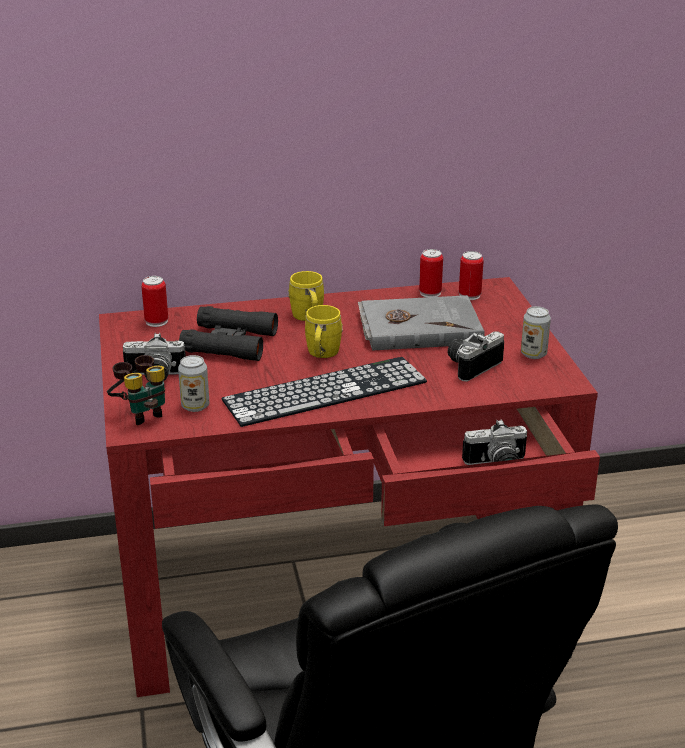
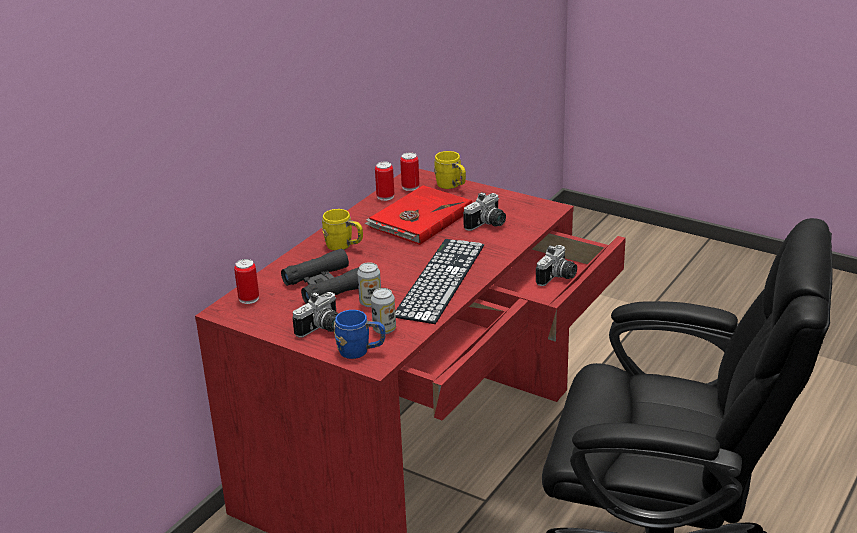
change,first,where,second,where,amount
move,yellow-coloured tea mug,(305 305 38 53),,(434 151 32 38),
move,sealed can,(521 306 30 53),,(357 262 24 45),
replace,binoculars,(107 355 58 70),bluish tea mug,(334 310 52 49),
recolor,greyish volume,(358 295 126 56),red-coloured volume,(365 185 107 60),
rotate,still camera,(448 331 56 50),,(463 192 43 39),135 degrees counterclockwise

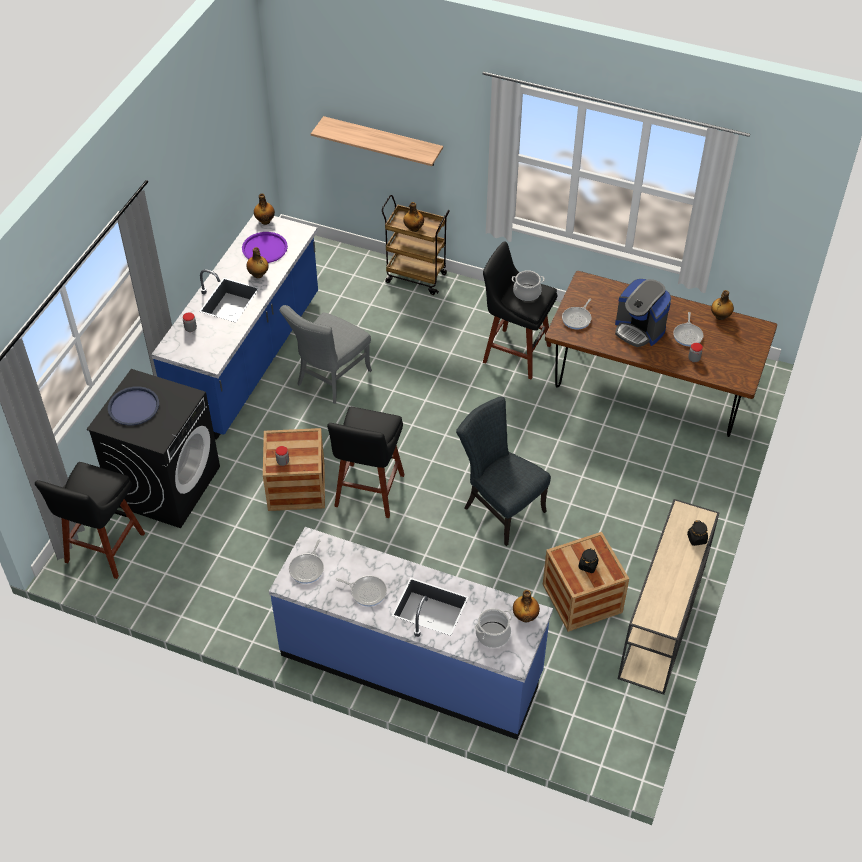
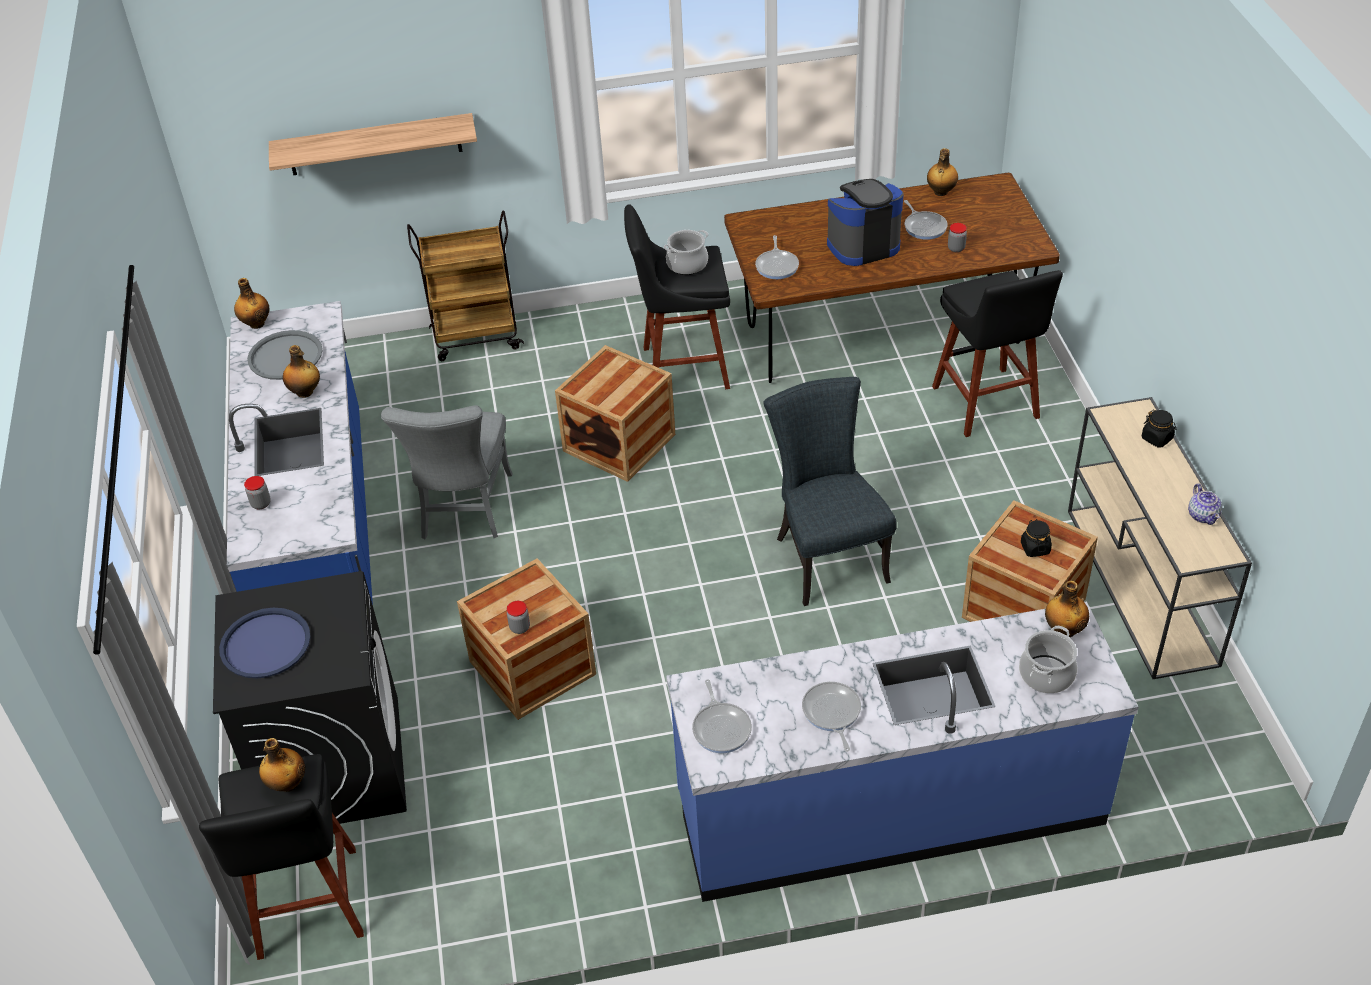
change,first,where,second,where,amount
insert,,,packing crate,(555 345 120 137),
insert,,,teapot,(1188 483 34 42),
move,black-coloured stool,(327 407 78 111),,(932 270 131 167),
move,beverage bottle,(403 202 21 30),,(259 738 46 54),
recolor,purple-coloured tray,(242 232 46 31),greyish tray,(247 330 75 50),
rotate,skillet,(336 576 51 31),,(802 682 59 70),90 degrees counterclockwise
rotate,greyish chair,(456 396 95 150),,(763 377 134 229),60 degrees clockwise
rotate,coffee maker,(615 279 56 68),,(827 179 77 87),150 degrees clockwise

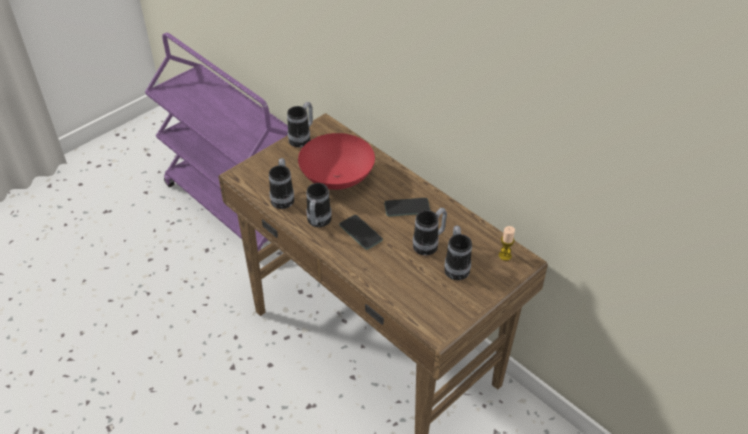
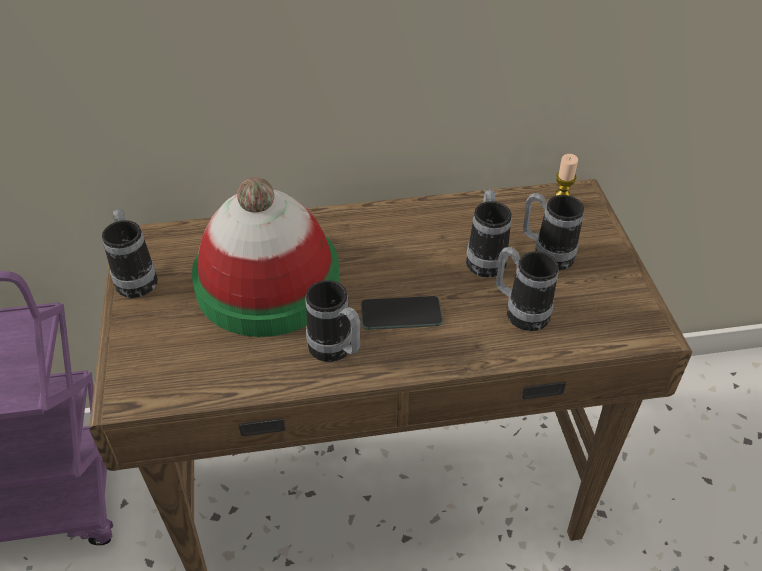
change,first,where,second,where,amount
delete,phone,(384 198 46 19),,,
move,tea mug,(269 158 25 51),,(496 247 63 84),
replace,red-coloured bowl,(298 133 77 57),hat,(192 177 148 160),

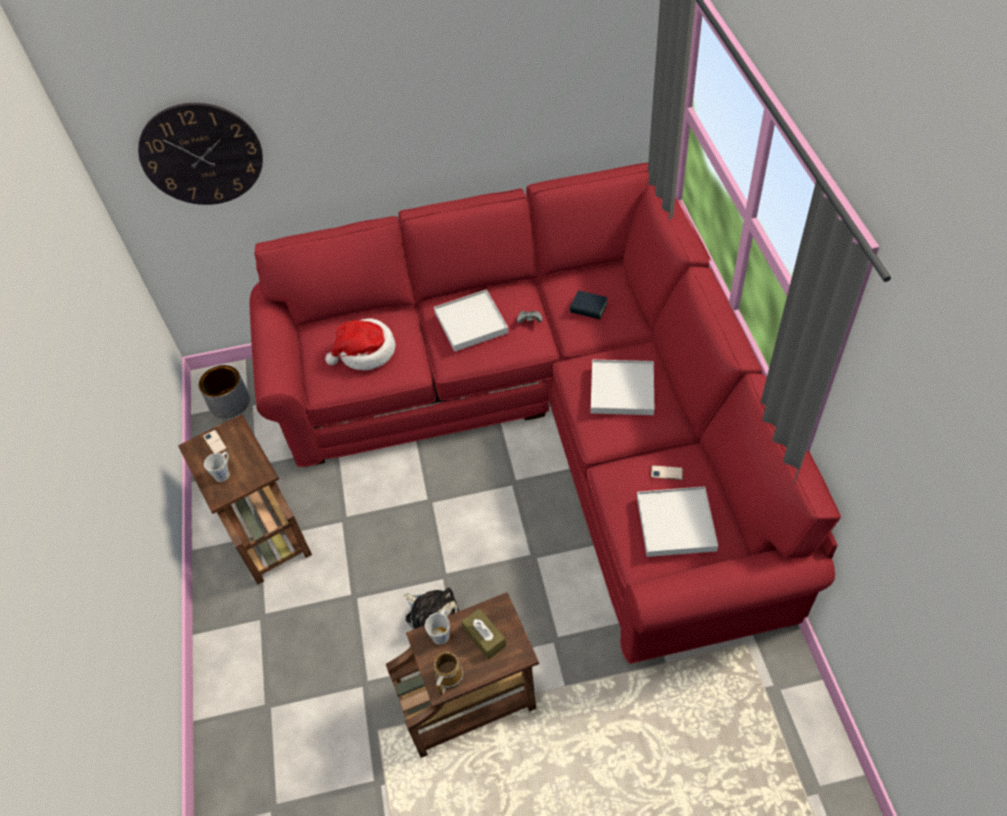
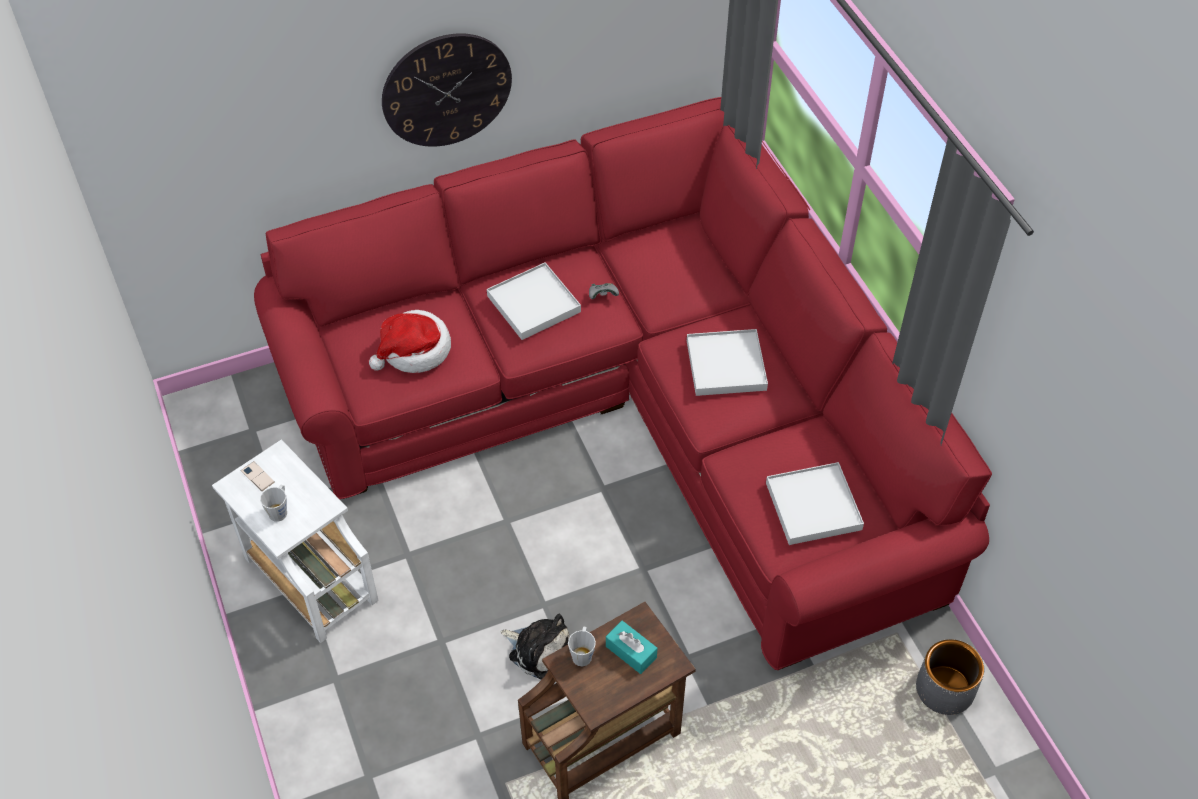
change,first,where,second,where,amount
delete,tea mug,(434 652 29 44),,,
delete,volume,(570 291 38 28),,,
delete,phone,(651 465 32 15),,,
move,wall clock,(138 103 125 102),,(382 33 130 114),
move,greyish planter,(199 365 51 54),,(916 639 68 76),
recolor,brown end table,(178 414 134 170),white end table,(212 440 167 203),
recolor,brown box of tissues,(462 608 44 52),turquoise-coloured box of tissues,(606 621 51 53),

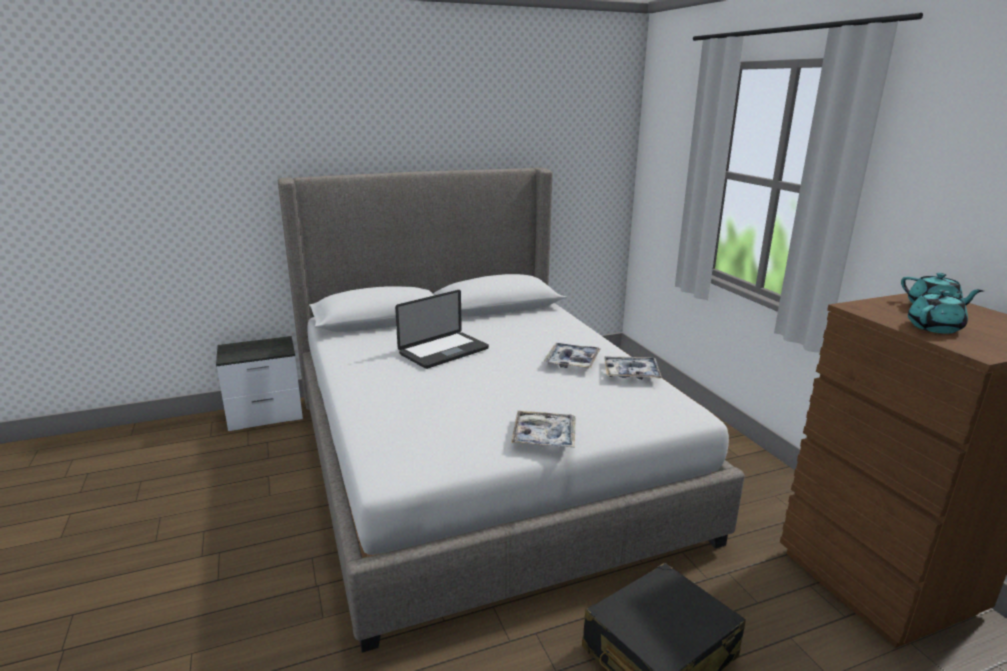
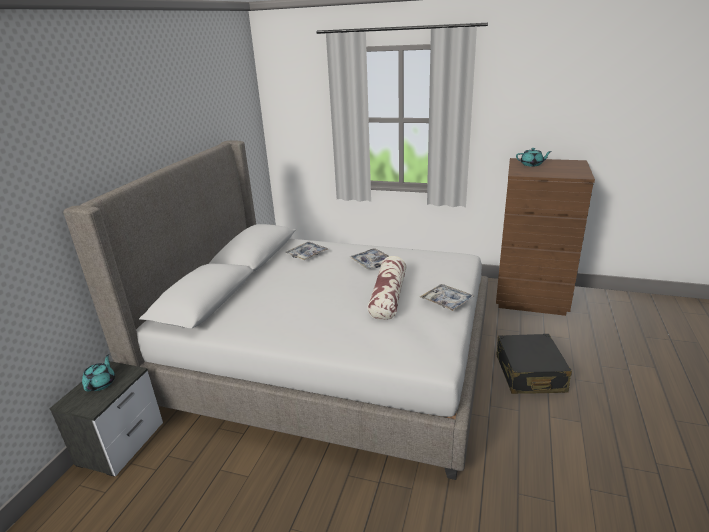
change,first,where,second,where,amount
delete,notebook computer,(395 290 94 79),,,
insert,,,cushion,(367 256 39 64),
move,tray,(604 356 58 24),,(286 242 42 18),
move,turquoise-coloured teapot,(908 290 60 44),,(82 354 33 38),

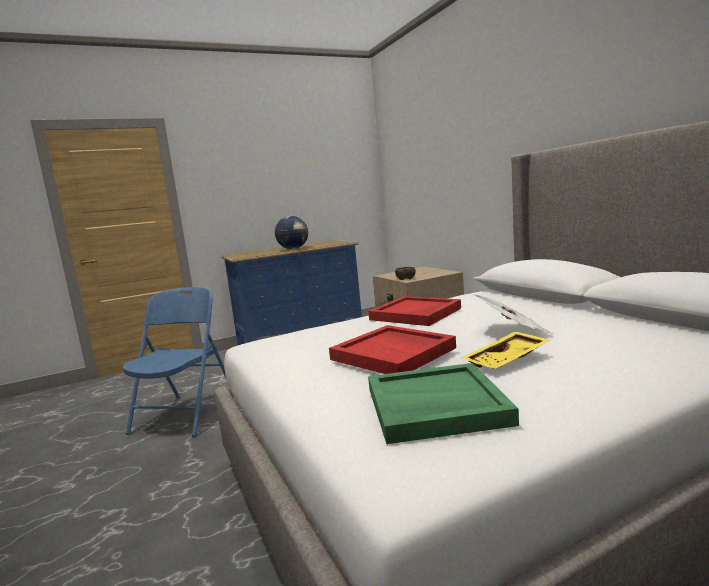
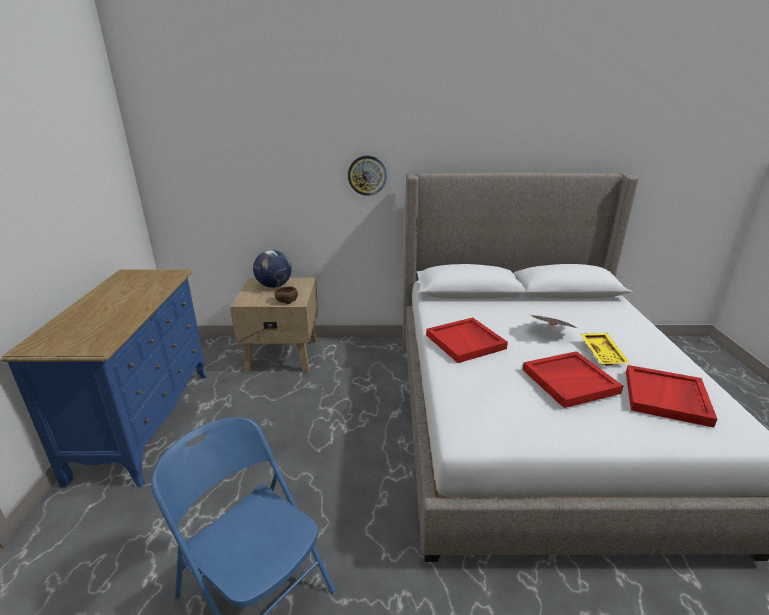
change,first,where,second,where,amount
insert,,,wall clock,(348 156 39 40),
move,globe,(275 216 33 33),,(253 250 39 38),
recolor,greenish tray,(368 363 151 81),red-coloured tray,(626 365 91 62),

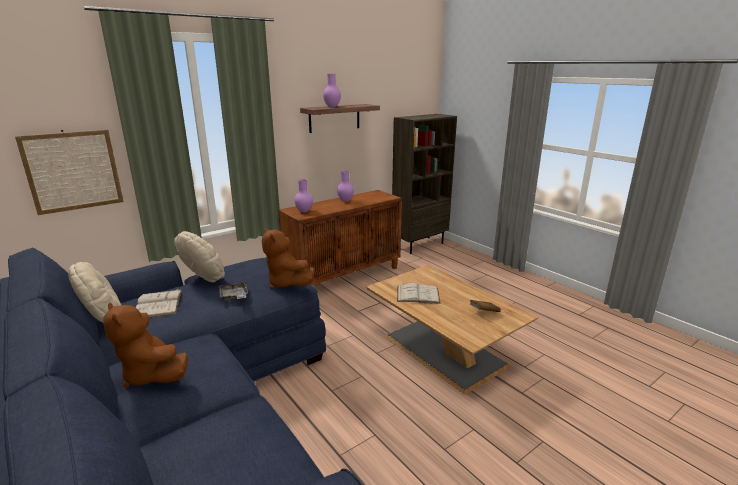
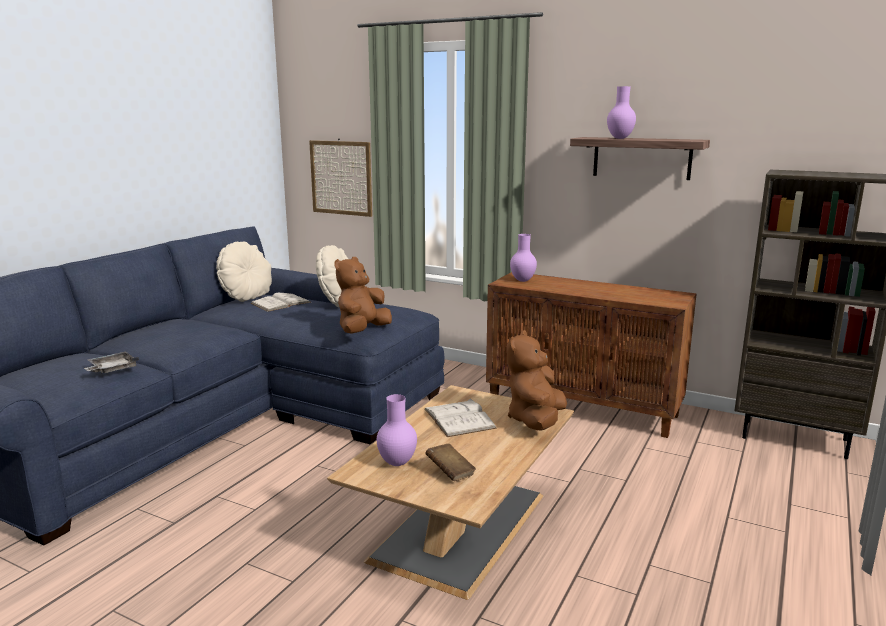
change,first,where,second,where,amount
move,brown soft toy,(103 303 85 85),,(507 330 60 101),
move,greyish tray,(219 282 29 19),,(84 352 55 21),
move,purple-coloured vase,(337 171 17 31),,(377 394 40 72),

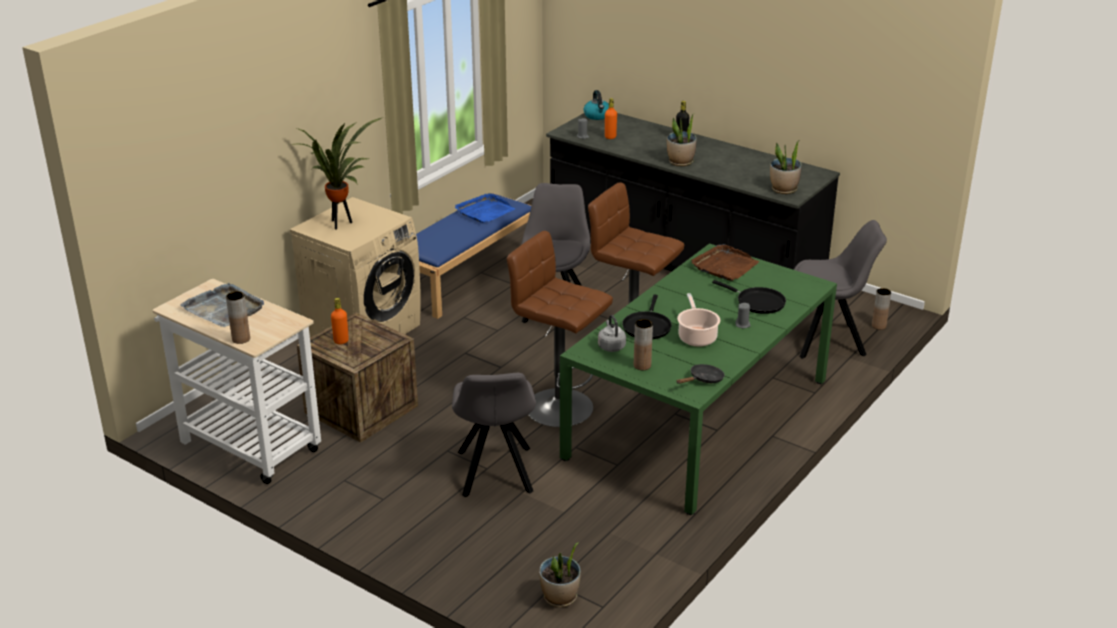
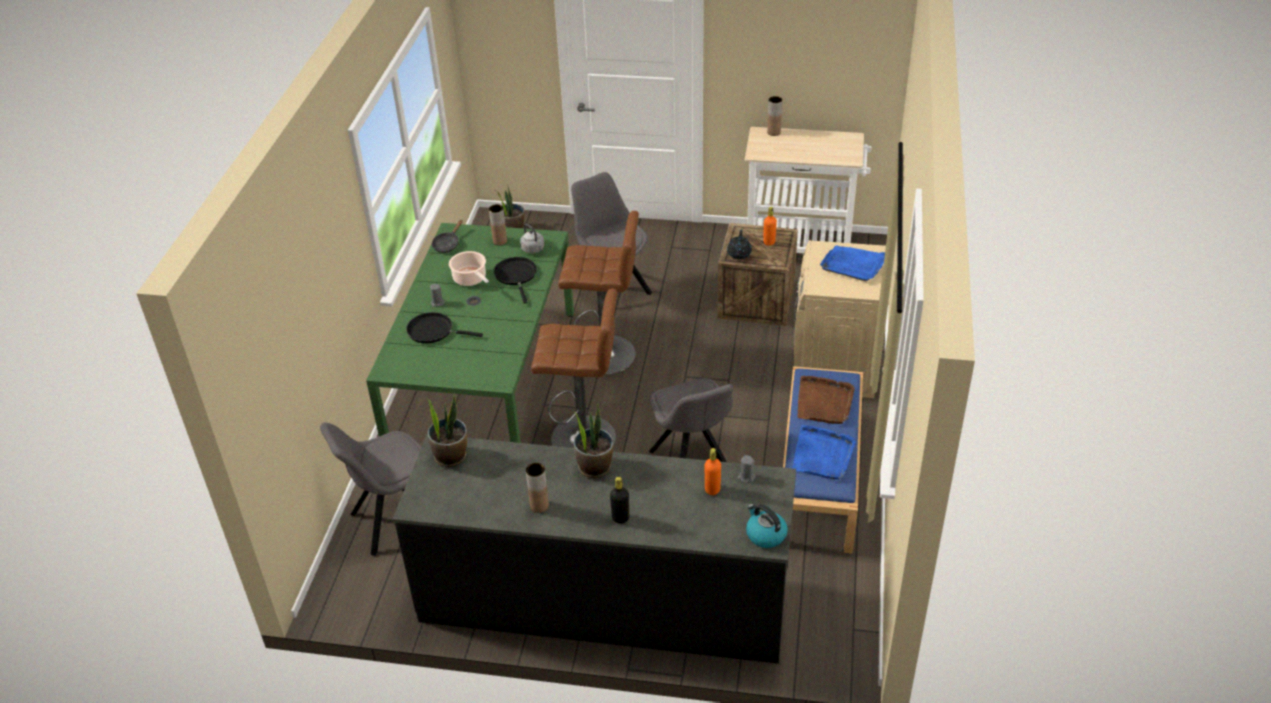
change,first,where,second,where,amount
delete,greyish tray,(180 283 84 44),,,
insert,,,black-coloured teapot,(727 230 25 29),
move,brown tray,(691 244 68 37),,(797 376 58 48),
move,brown vase,(872 288 19 42),,(526 463 23 50),
replace,potted plant,(290 118 92 111),bluish tray,(820 245 65 36),

